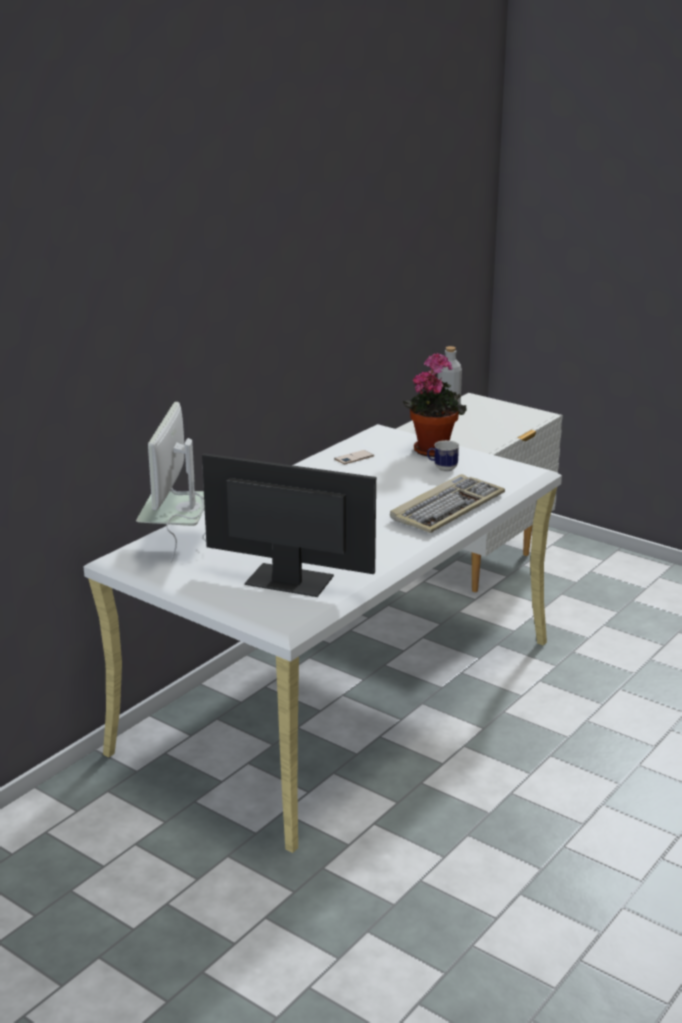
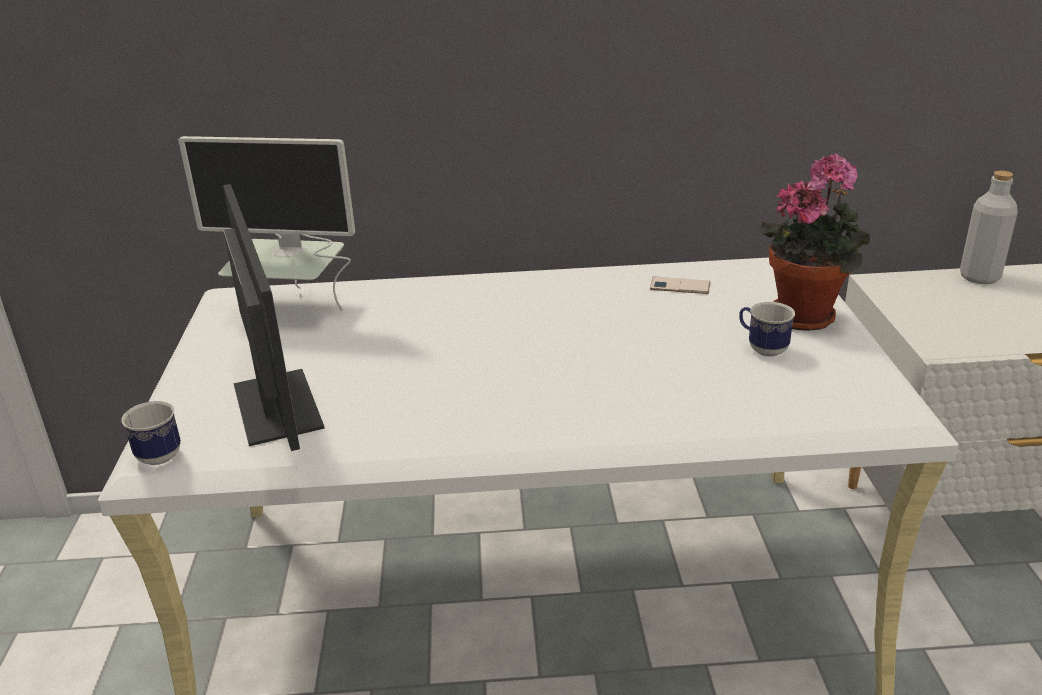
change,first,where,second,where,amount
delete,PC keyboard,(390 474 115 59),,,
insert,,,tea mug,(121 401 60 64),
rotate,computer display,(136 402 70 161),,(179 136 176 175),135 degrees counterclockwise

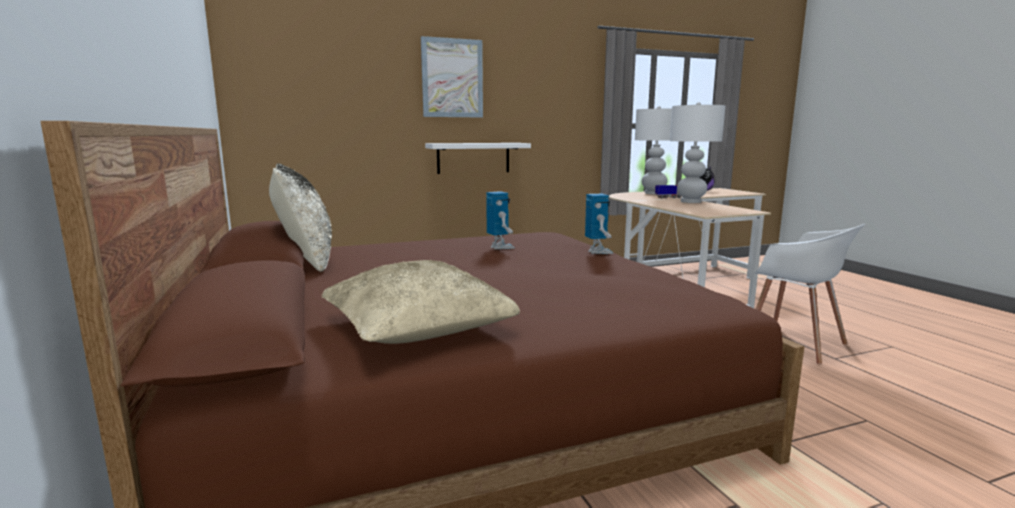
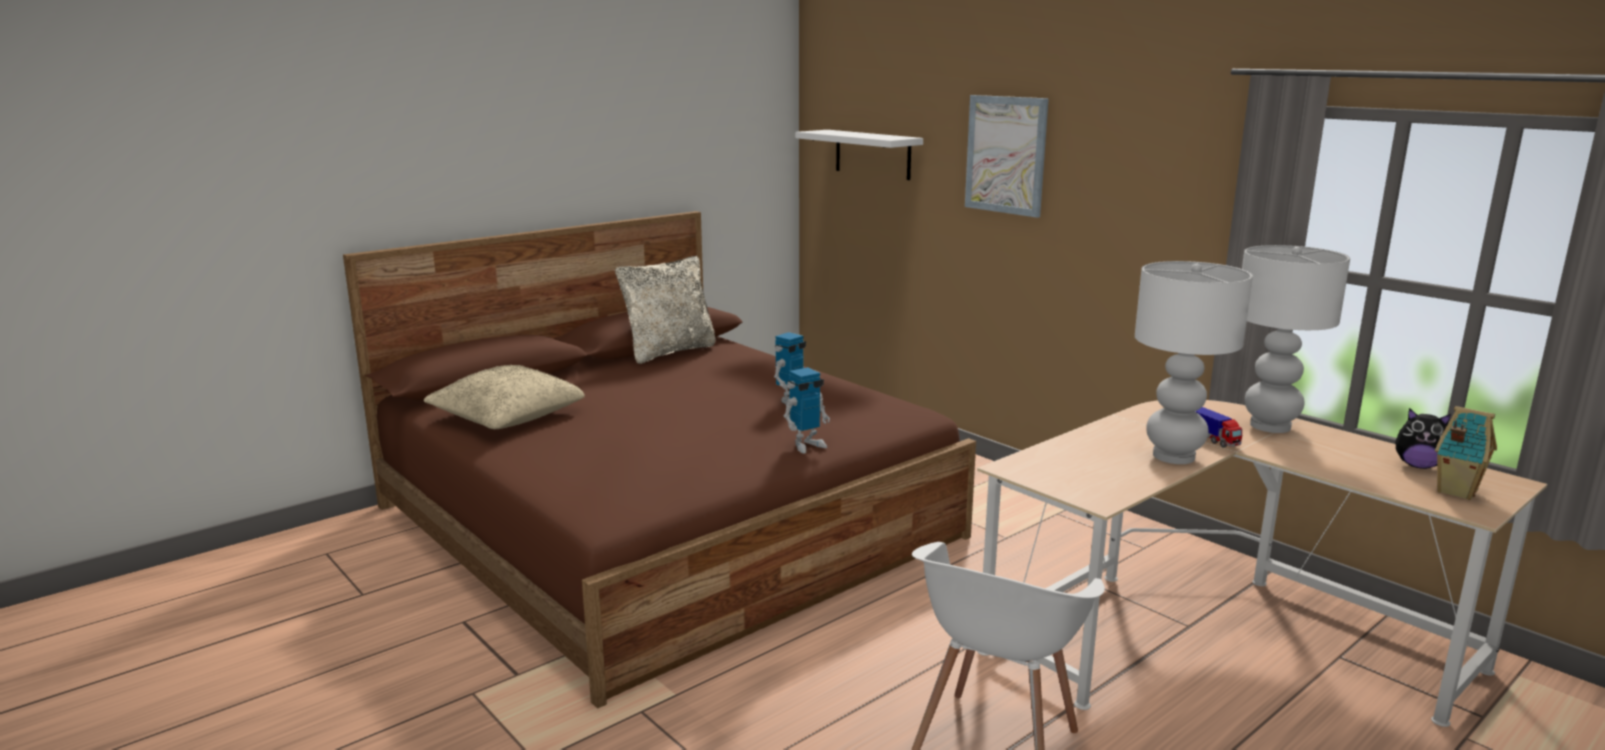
change,first,where,second,where,amount
insert,,,toy house,(1435 406 62 94),
move,white bracket shelf,(425 143 106 31),,(795 130 128 50),

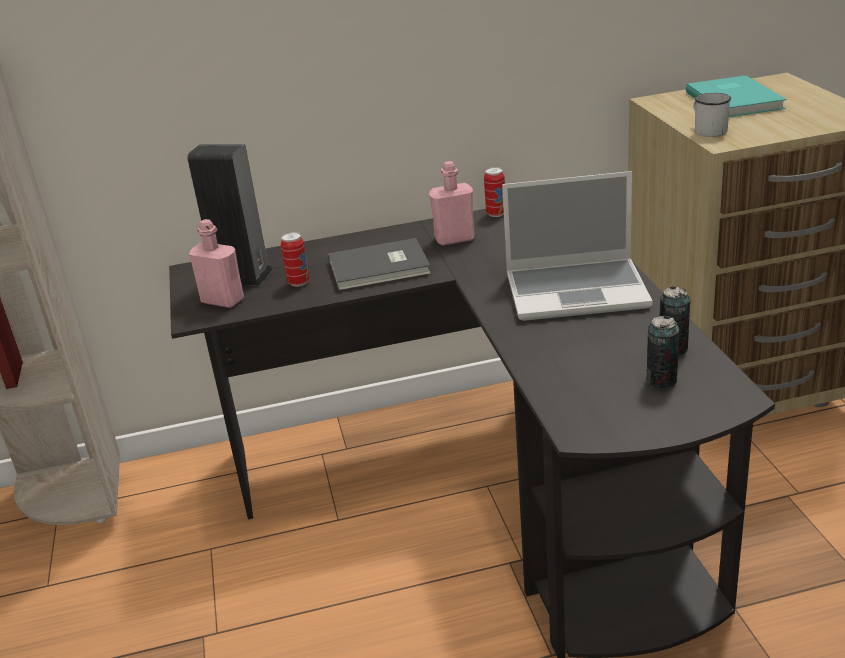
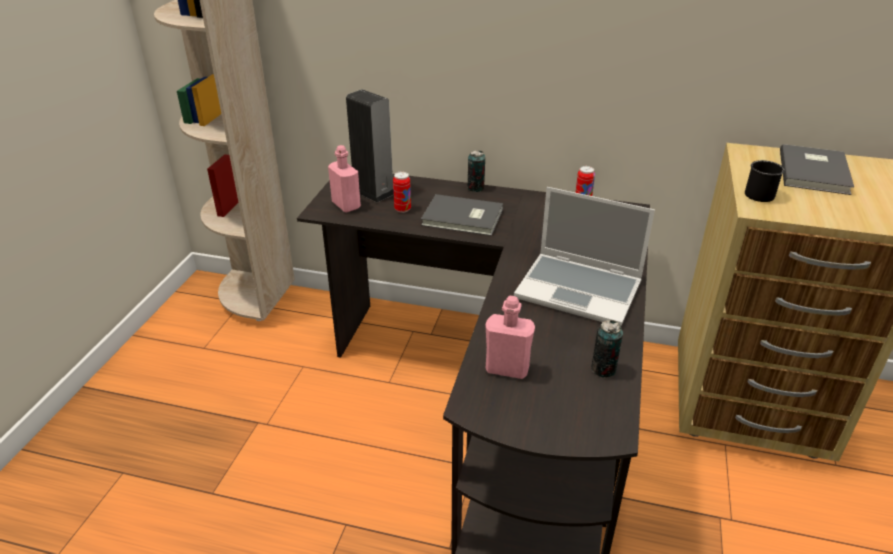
change,first,where,second,where,amount
move,pink-coloured beverage bottle,(429 161 46 85),,(485 296 50 83),
move,sealed can,(646 316 34 72),,(467 150 18 42),
recolor,turquoise-coloured volume,(686 75 101 42),greyish volume,(780 144 74 51),
recolor,white tea mug,(694 93 37 44),black-coloured tea mug,(745 160 40 42),

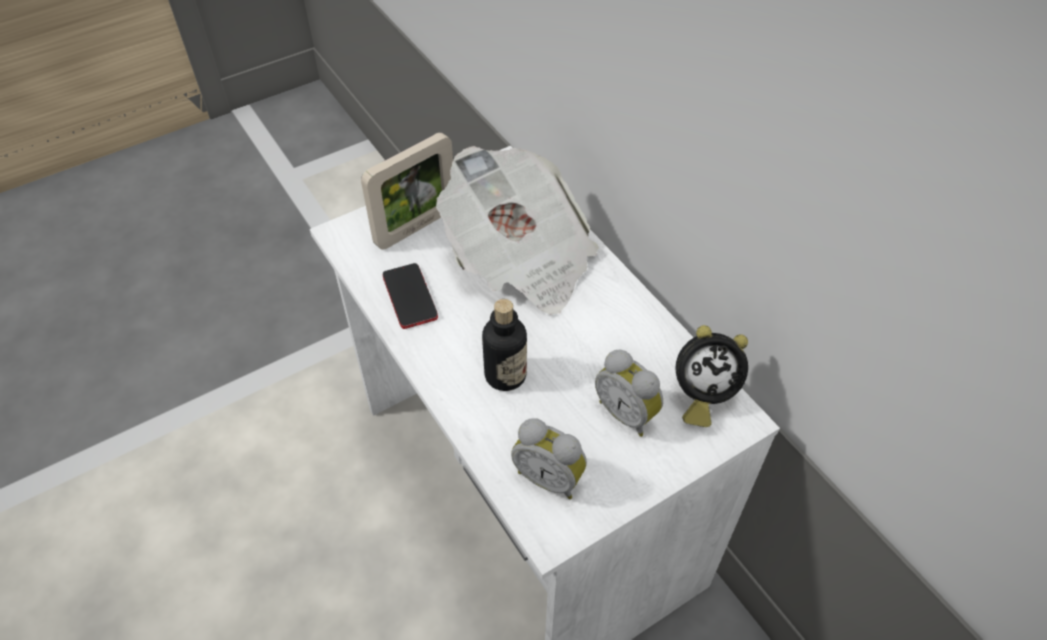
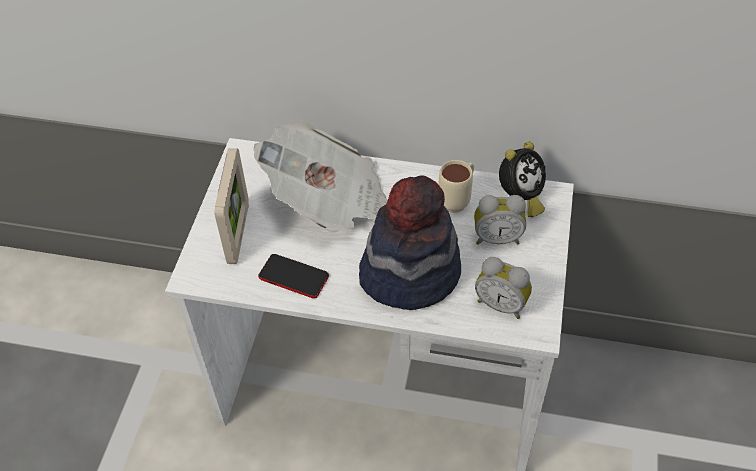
change,first,where,second,where,amount
insert,,,beige-coloured tea mug,(438 160 36 53),
replace,beverage bottle,(482 299 45 92),hat,(359 175 102 135),
rotate,bedside clock,(511 418 76 81),,(475 257 57 62),45 degrees clockwise

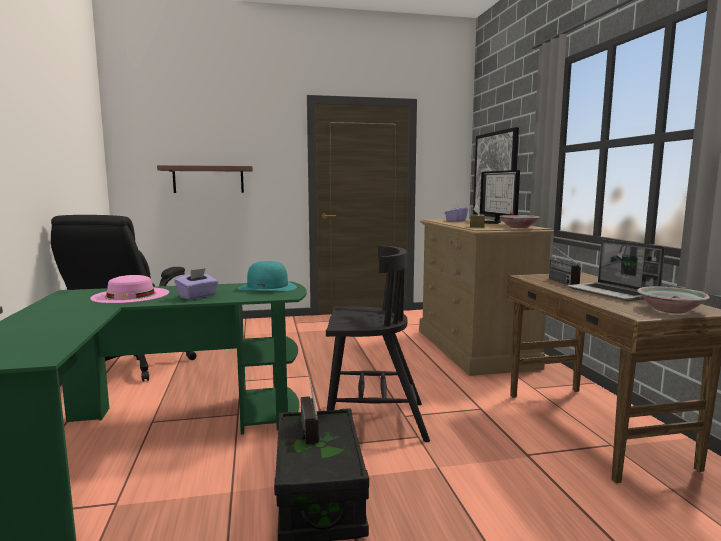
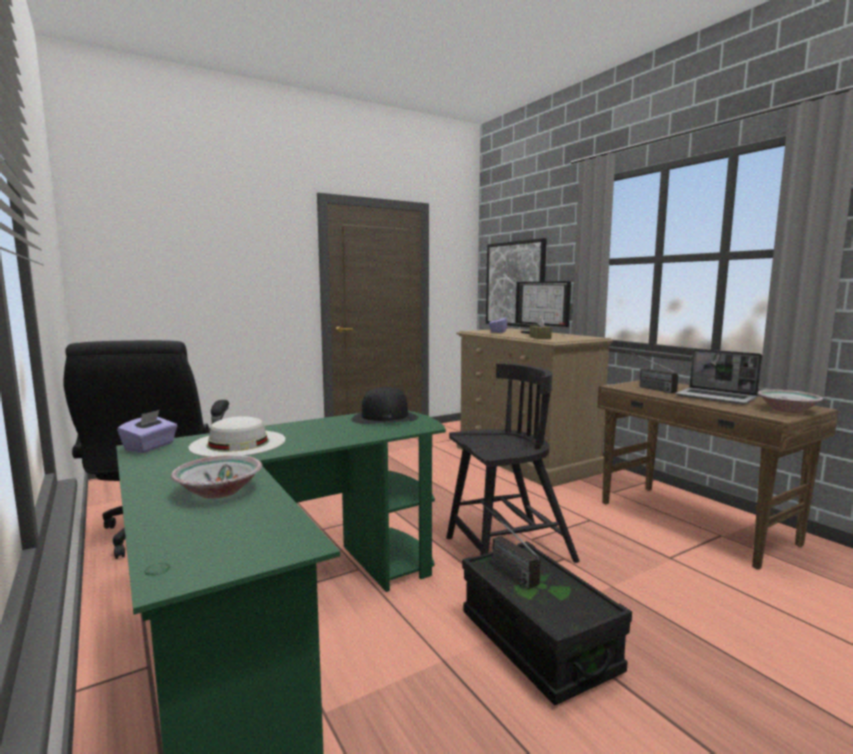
change,first,where,second,where,amount
delete,bracket shelf,(157 165 96 28),,,
move,purple-coloured box of tissues,(174 268 44 32),,(117 410 60 43),
move,bowl,(500 215 40 13),,(171 455 91 43),
recolor,pink-coloured hat,(90 275 79 28),white hat,(189 416 97 41),
recolor,turquoise-coloured hat,(238 261 59 30),black-coloured hat,(351 387 67 37),

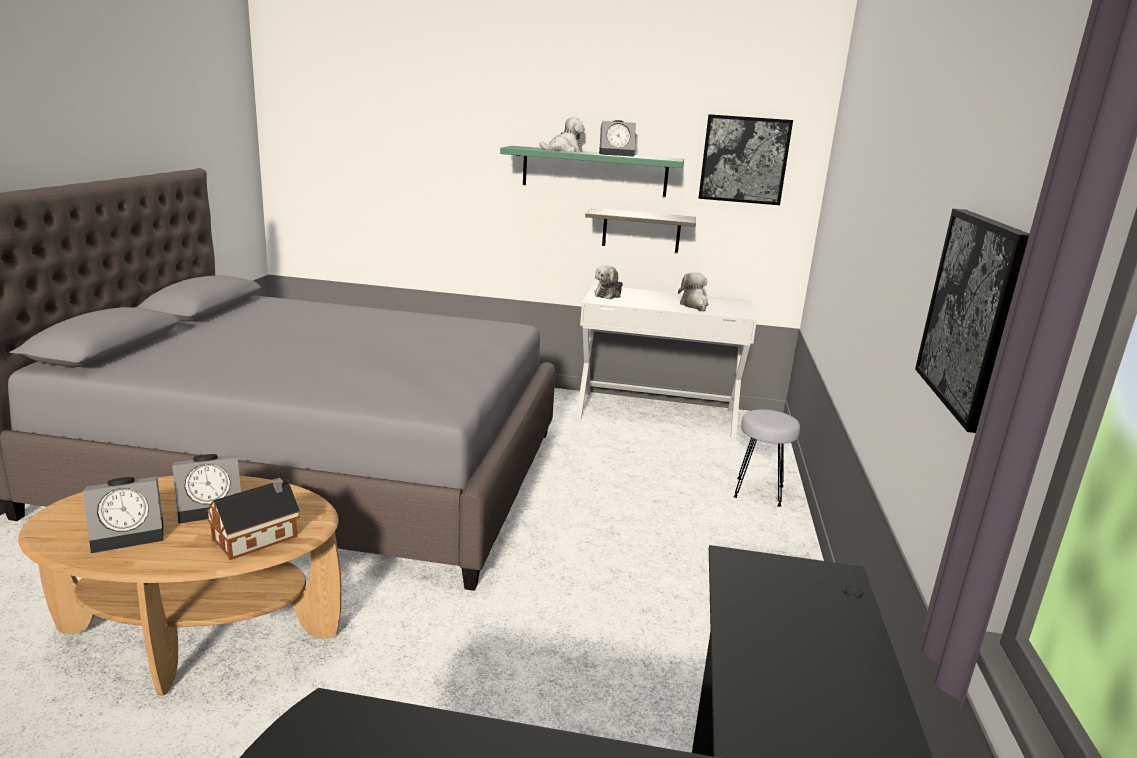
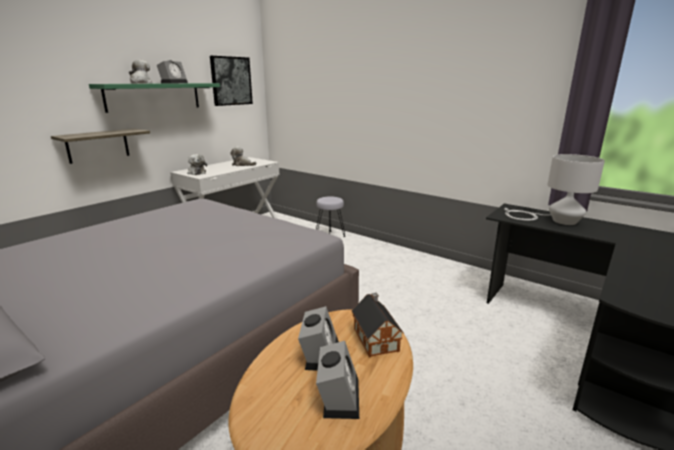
change,first,where,second,where,amount
delete,wall art,(915 209 114 224),,,
insert,,,greyish tabletop lamp,(504 154 101 71),
move,bracket shelf,(585 208 111 45),,(51 129 99 35),

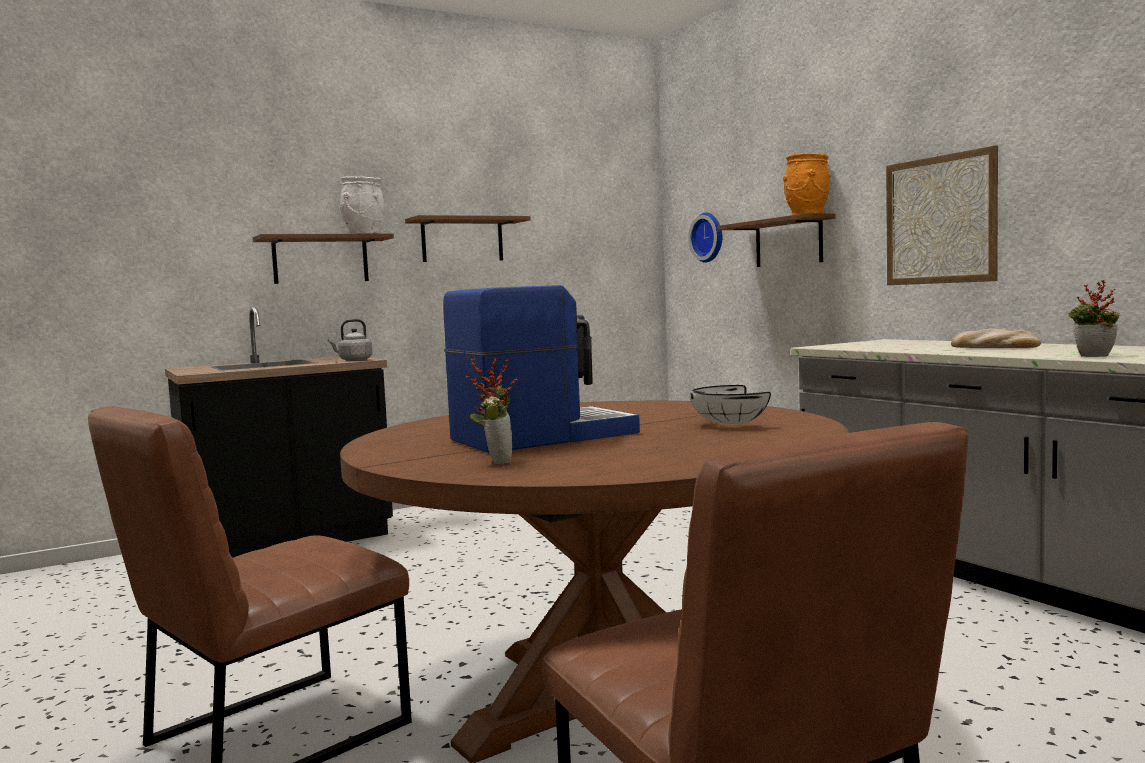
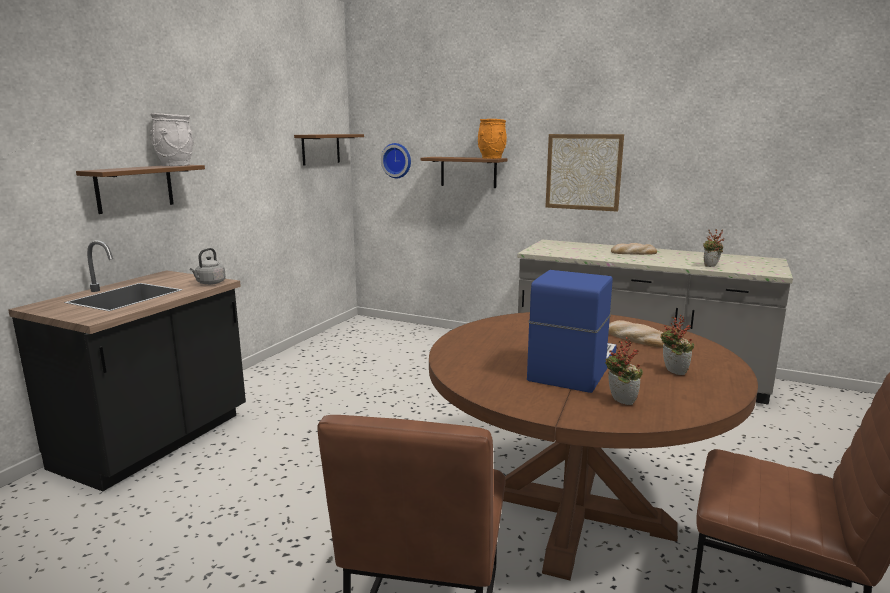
change,first,where,second,where,amount
insert,,,potted plant,(660 314 34 61),
move,brown bracket shelf,(405 215 126 47),,(294 134 70 32),
replace,white bowl,(690 385 81 39),bakery bread,(608 320 57 28),

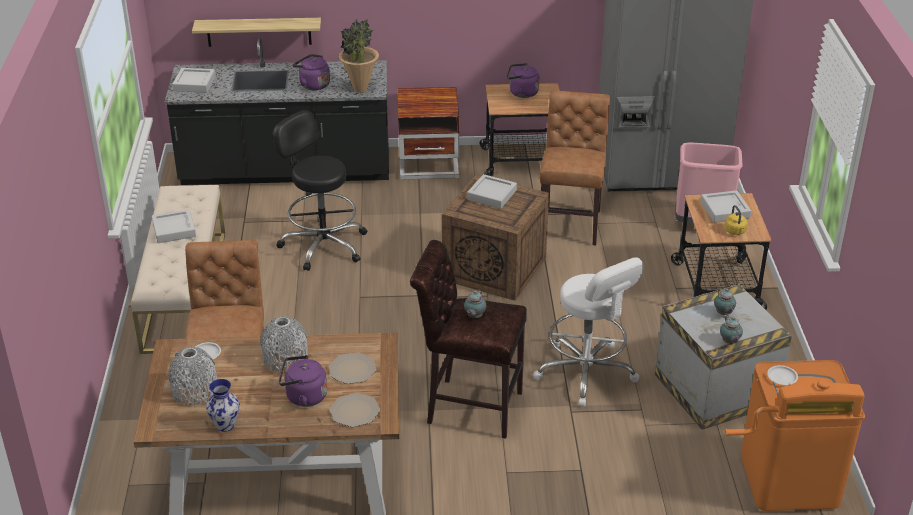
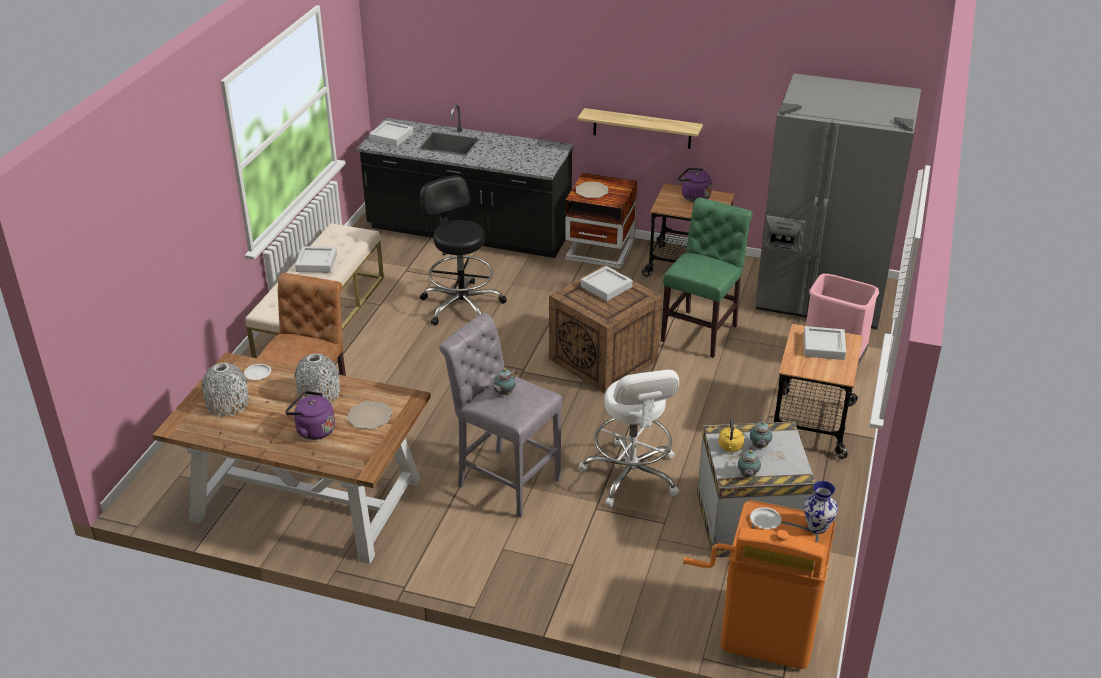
change,first,where,second,where,amount
delete,purple-coloured water kettle,(292 54 38 36),,,
delete,potted plant,(339 18 40 75),,,
move,bracket shelf,(192 18 129 29),,(578 108 125 41),
move,vase,(206 379 34 53),,(804 481 34 53),
move,flat dish,(330 393 50 34),,(576 182 32 16),
move,yellow-coloured water kettle,(724 205 24 30),,(718 419 26 33),
recolor,brown stool,(410 240 117 199),greyish stool,(439 313 124 205),
recolor,brown chair,(539 90 71 155),greenish chair,(661 198 92 160),

